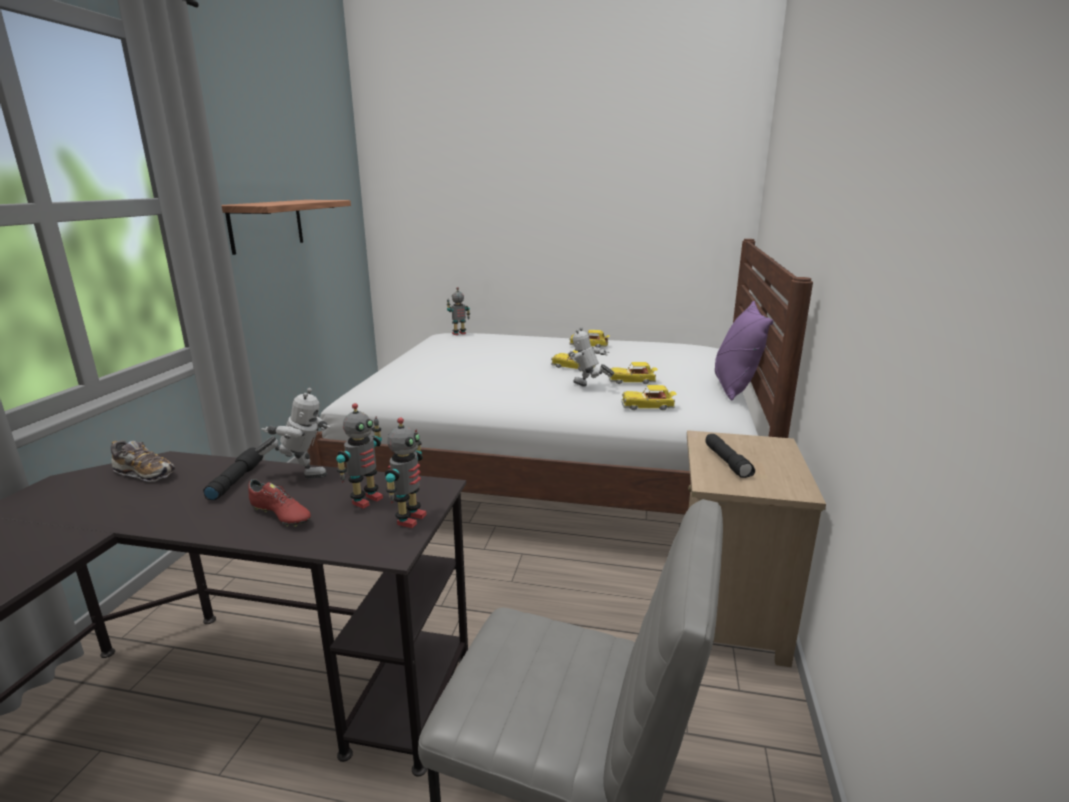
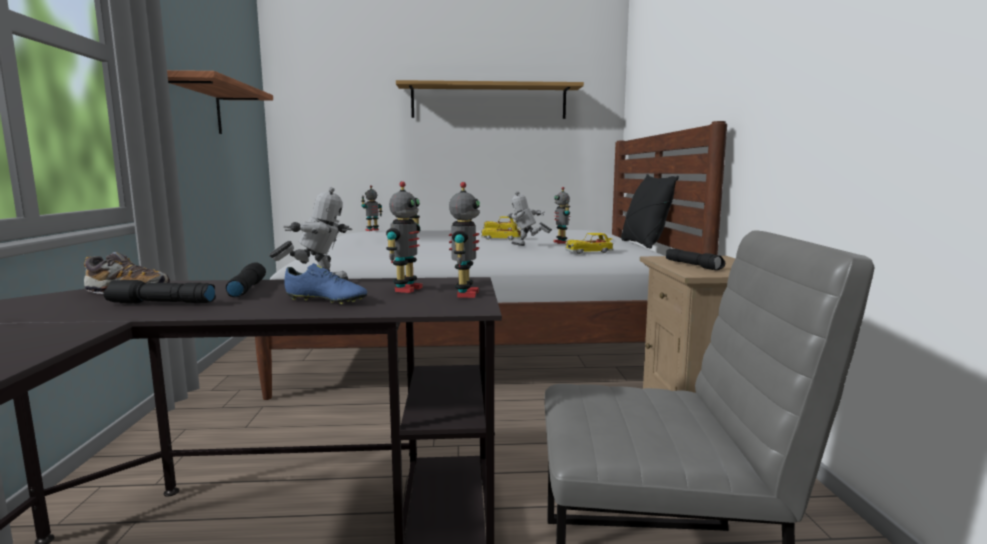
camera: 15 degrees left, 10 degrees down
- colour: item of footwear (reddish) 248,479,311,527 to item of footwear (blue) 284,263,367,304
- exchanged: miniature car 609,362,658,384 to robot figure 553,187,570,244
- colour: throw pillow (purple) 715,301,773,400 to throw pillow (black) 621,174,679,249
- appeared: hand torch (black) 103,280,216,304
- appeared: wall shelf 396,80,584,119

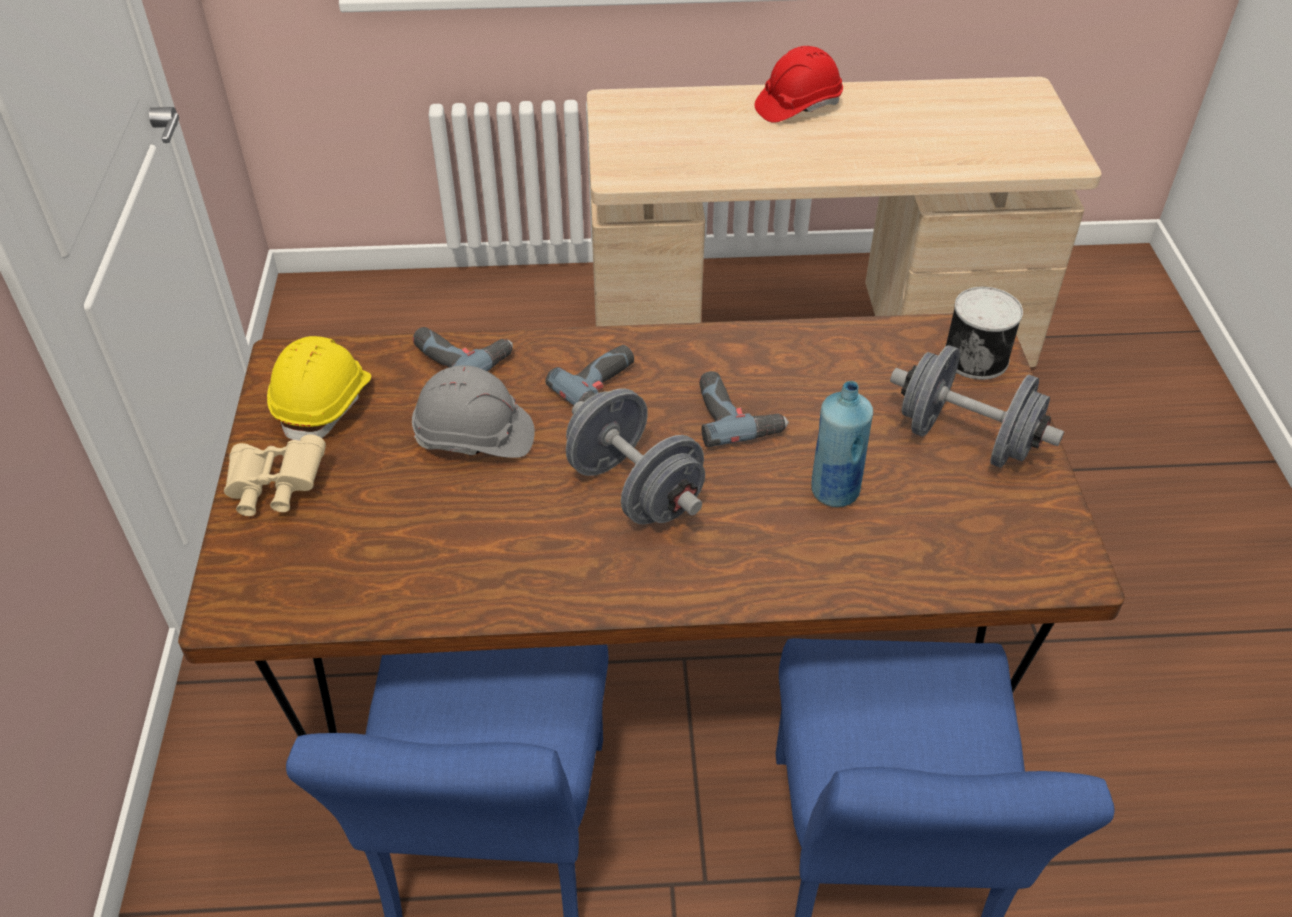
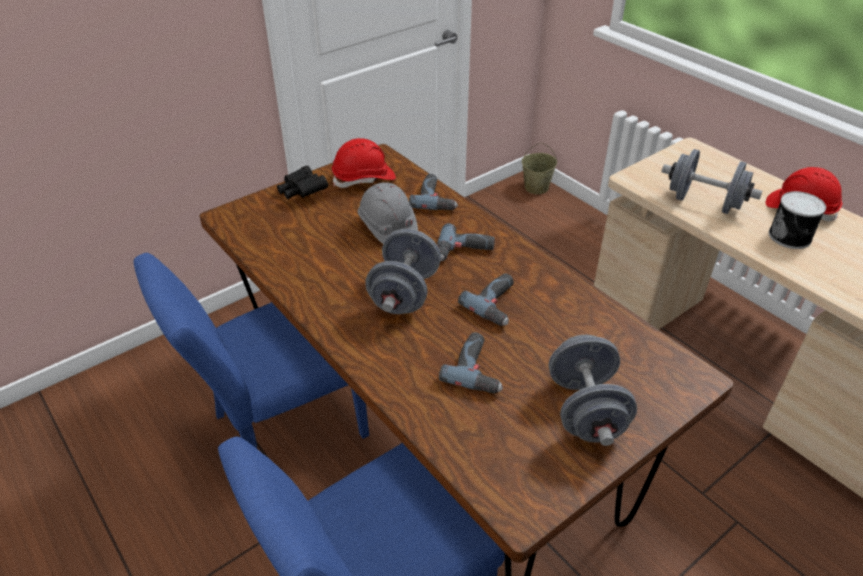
camera: 55 degrees right, 5 degrees down
- colour: binoculars (beige-coloured) 224,434,326,516 to binoculars (black) 277,166,328,200
- colour: safety helmet (yellow-coloured) 267,336,371,441 to safety helmet (reddish) 332,138,396,188
- exchanged: bottle (blue) 811,381,873,507 to electric drill 439,333,503,394
- relocated: sealed can 945,287,1023,380 to 769,191,826,249
- appeared: water bucket (beige-coloured) 522,143,557,194
- appeared: dumbbell (greyish) 662,149,762,214

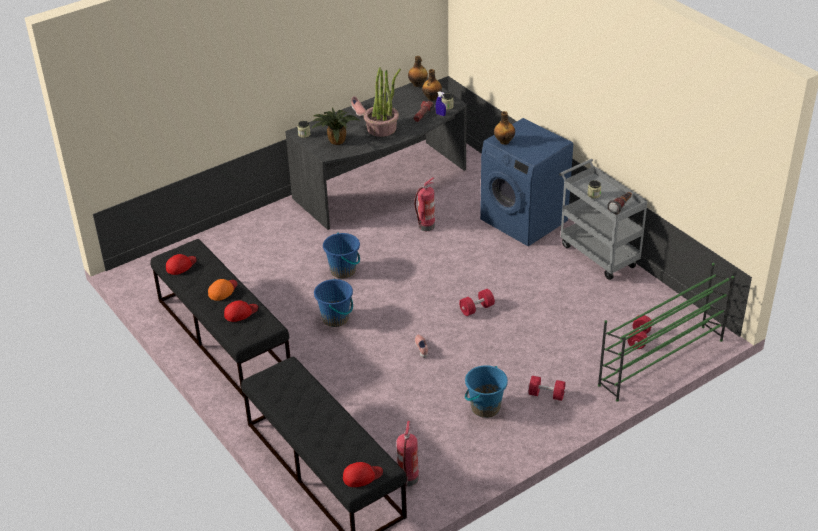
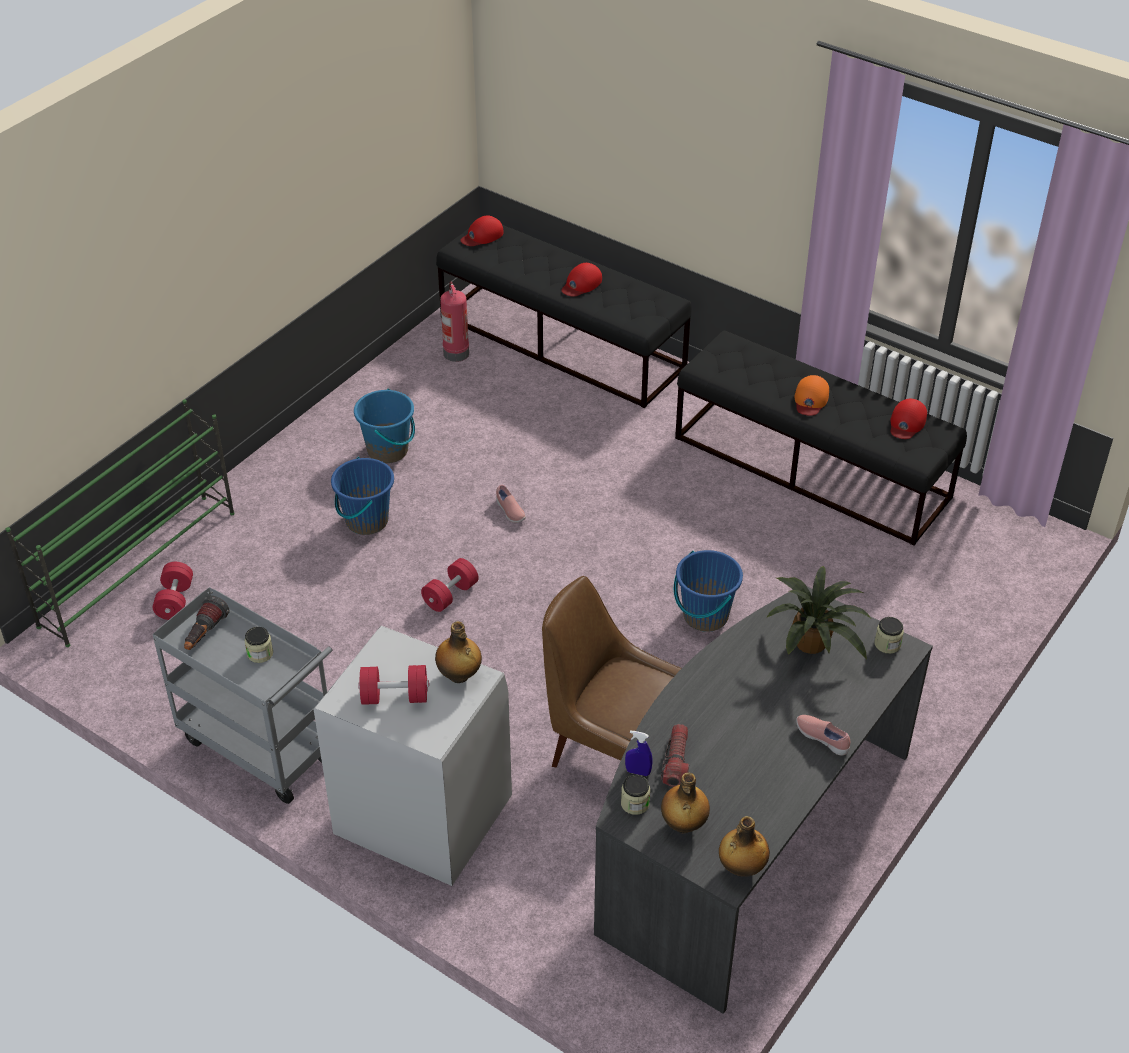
camera: 160 degrees right, 5 degrees up
- relocated: baseball cap (reddish) 224,300,258,322 to 561,263,602,297
- relocated: water bucket (blue) 314,278,353,327 to 331,457,394,535
- missing: houseplant 364,67,401,137
- exchanged: fire extinguisher 414,177,435,231 to upright chair (brown-coloured) 542,576,682,767
- colour: washing machine (blue) 480,118,573,246 to washing machine (white-coloured) 314,626,512,886
- relocated: dumbbell (reddish) 529,376,565,401 to 358,665,429,705

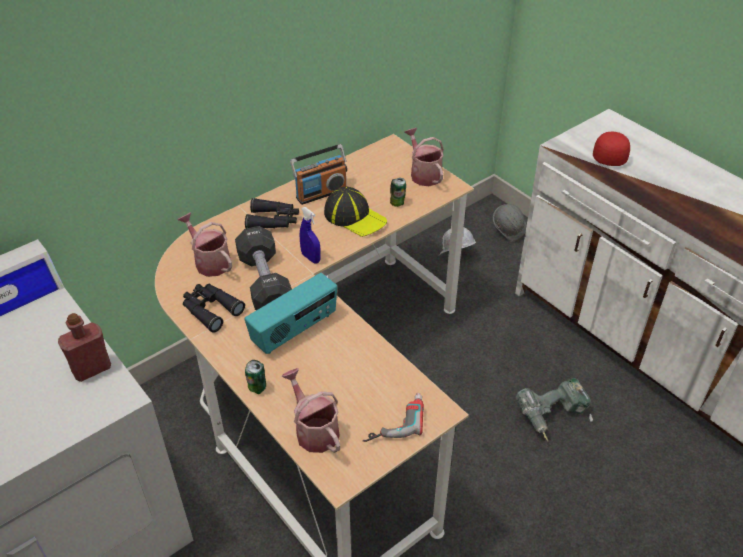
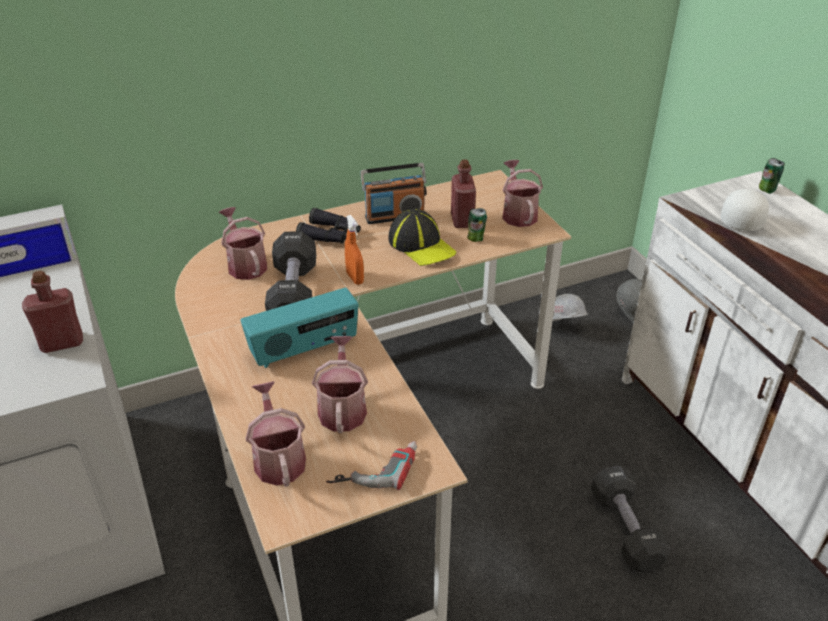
camera: 15 degrees right, 5 degrees down
- missing: binoculars (black) 183,284,245,333
- relocated: sealed can 245,360,266,394 to 759,158,785,194
- colour: sprayer (blue) 300,207,321,263 to sprayer (orange) 345,215,364,285
- exchanged: electric drill 515,378,593,441 to dumbbell (black) 591,466,670,572
- colour: baseball cap (reddish) 593,132,630,166 to baseball cap (white-coloured) 721,189,769,231
- appeared: sprinkling can 312,336,368,433
- appeared: bottle (reddish) 451,159,476,228

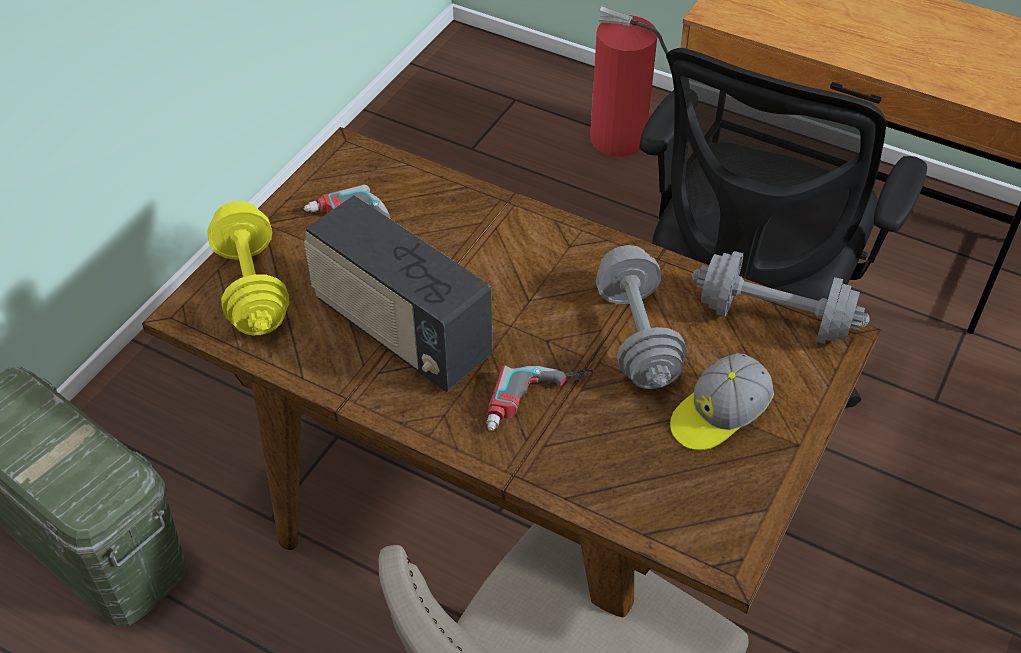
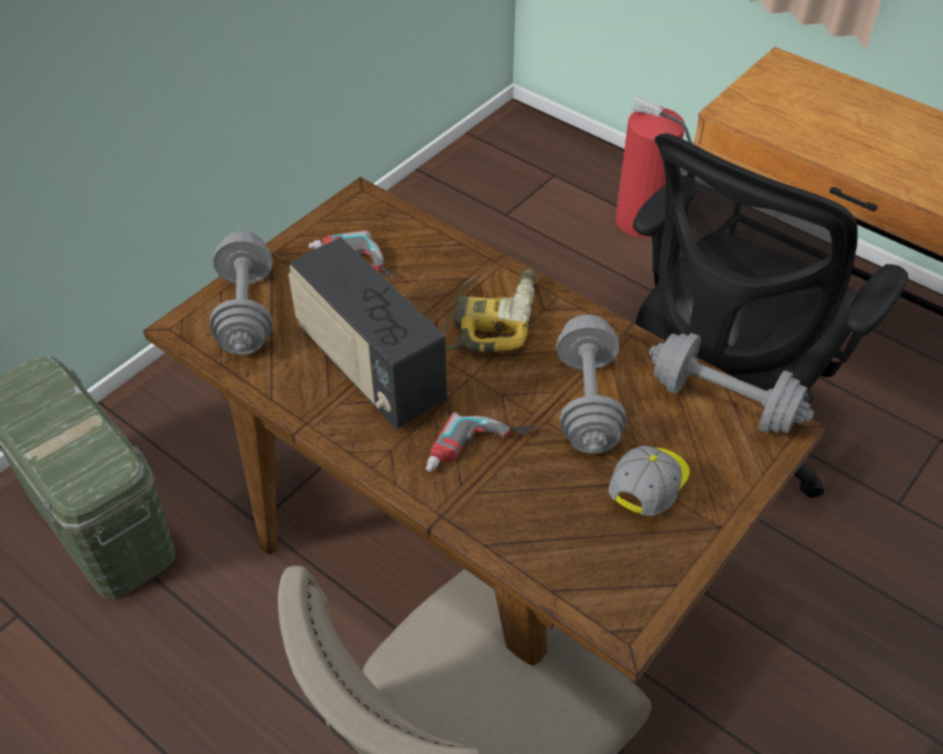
camera: 10 degrees right, 0 degrees up
- colour: dumbbell (yellow-coloured) 207,201,289,335 to dumbbell (greyish) 210,231,273,355
- spun: baseball cap 670,353,774,450 = 608,446,690,516 150 degrees clockwise
- appeared: electric drill 442,269,536,352

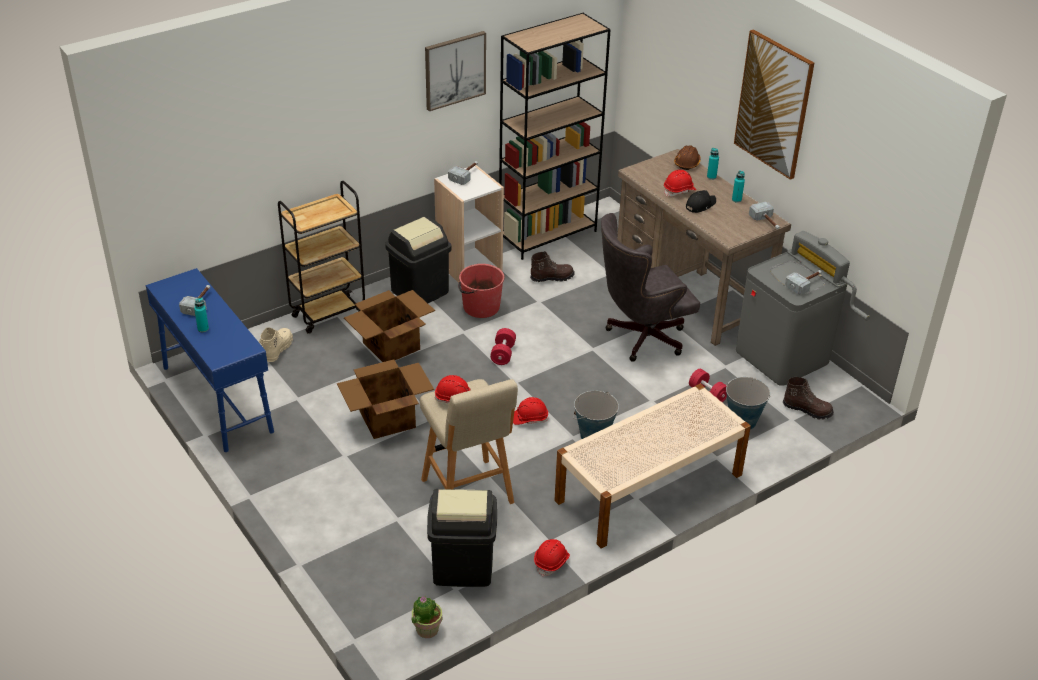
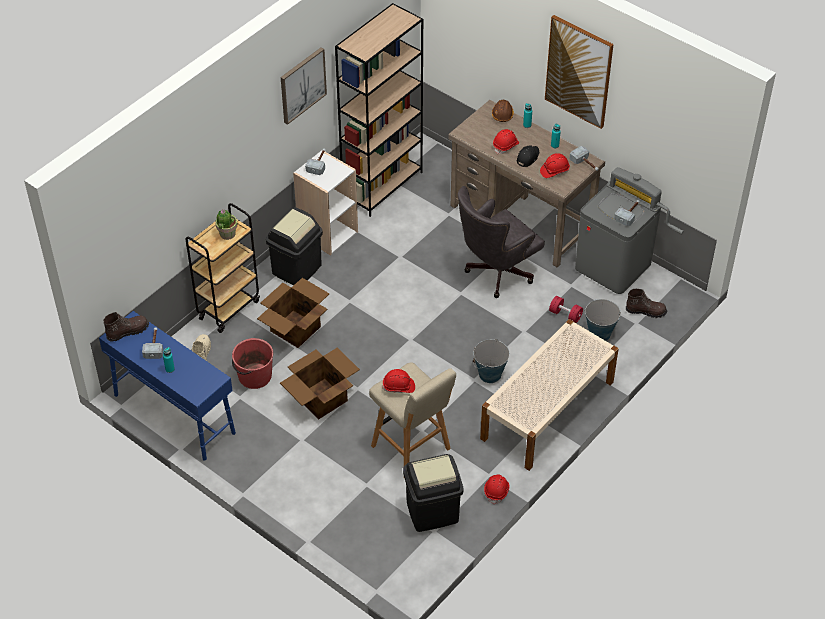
camera: 15 degrees left, 10 degrees up
- relocated: houseplant 412,596,442,638 to 215,209,237,240
- relocated: water bucket (reddish) 458,264,504,318 to 232,338,273,389
- missing: dumbbell (reddish) 490,328,516,365
- relocated: safety helmet (reddish) 513,397,548,425 to 540,153,570,178
- relocated: boot (brown-coloured) 530,251,575,282 to 103,312,149,342

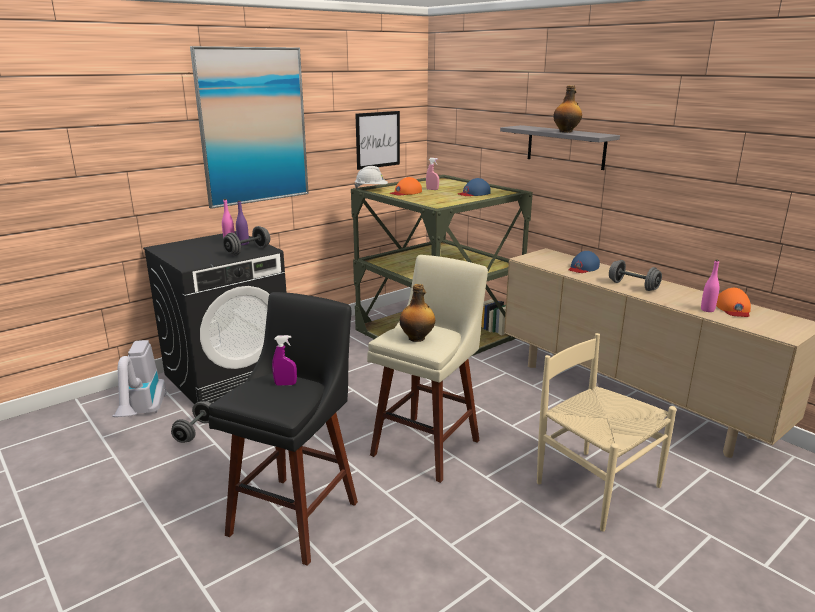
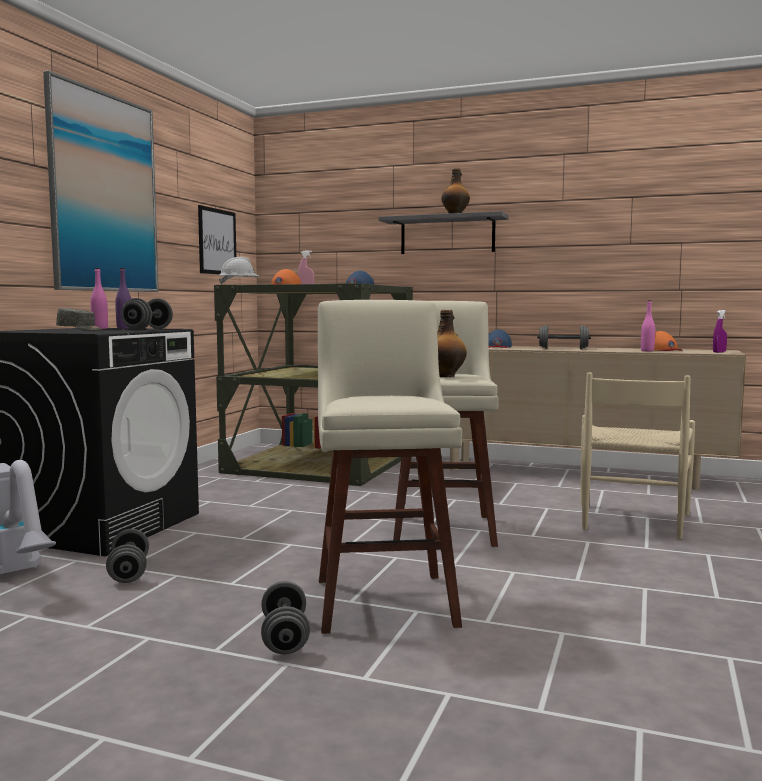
camera: 30 degrees left, 15 degrees down
- colour: sitting stool (black) 209,292,358,566 to sitting stool (beige-coloured) 318,300,462,635
- relocated: sprayer (purple) 272,335,297,385 to 713,310,727,353
- spun: upright chair (beige-coloured) 537,333,677,532 = 581,373,695,539 90 degrees counterclockwise
- appeared: baseball cap (greyish) 56,308,103,330
- appeared: dumbbell (greyish) 261,581,310,654

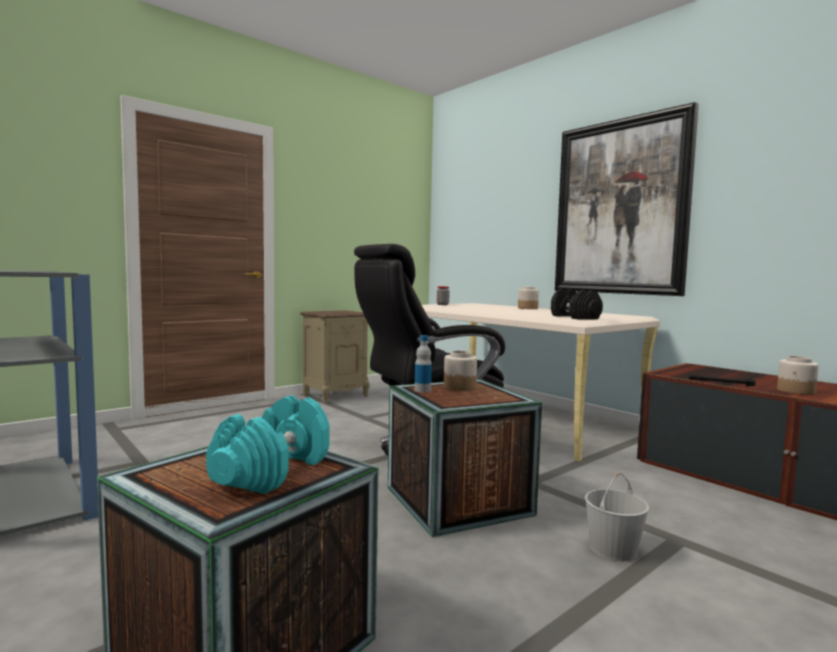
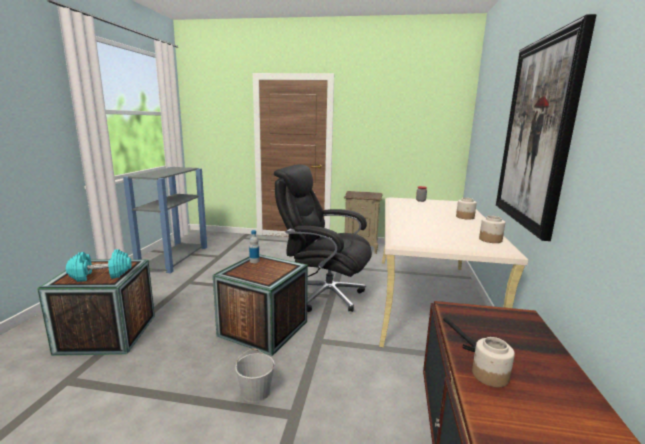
camera: 50 degrees right, 10 degrees up
- relocated: jar 444,351,477,391 to 479,216,505,243
- missing: dumbbell (black) 551,289,603,319

